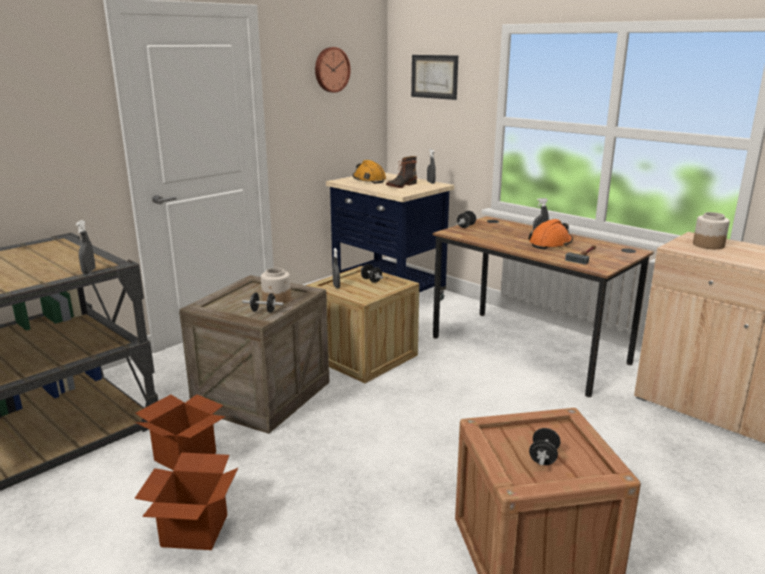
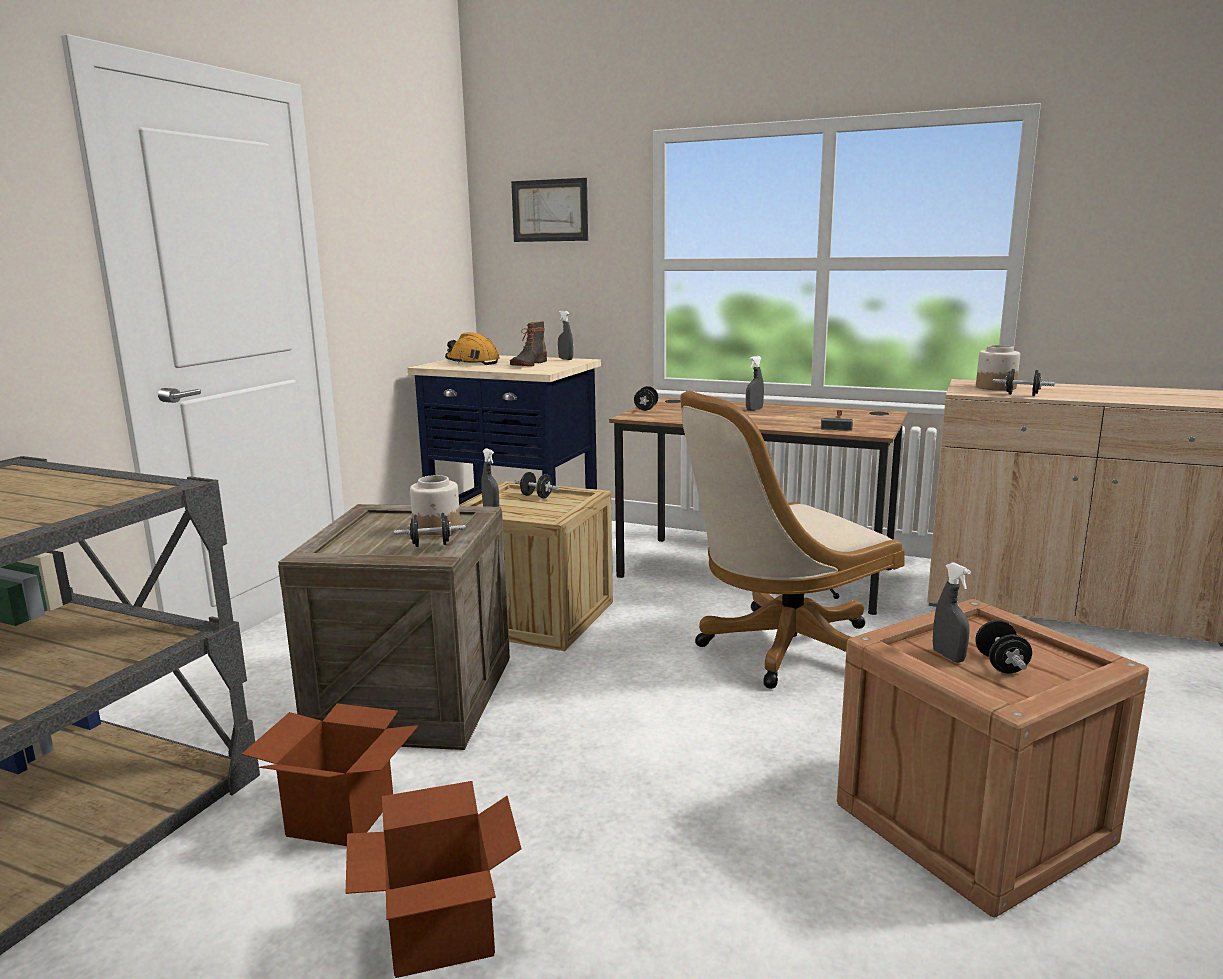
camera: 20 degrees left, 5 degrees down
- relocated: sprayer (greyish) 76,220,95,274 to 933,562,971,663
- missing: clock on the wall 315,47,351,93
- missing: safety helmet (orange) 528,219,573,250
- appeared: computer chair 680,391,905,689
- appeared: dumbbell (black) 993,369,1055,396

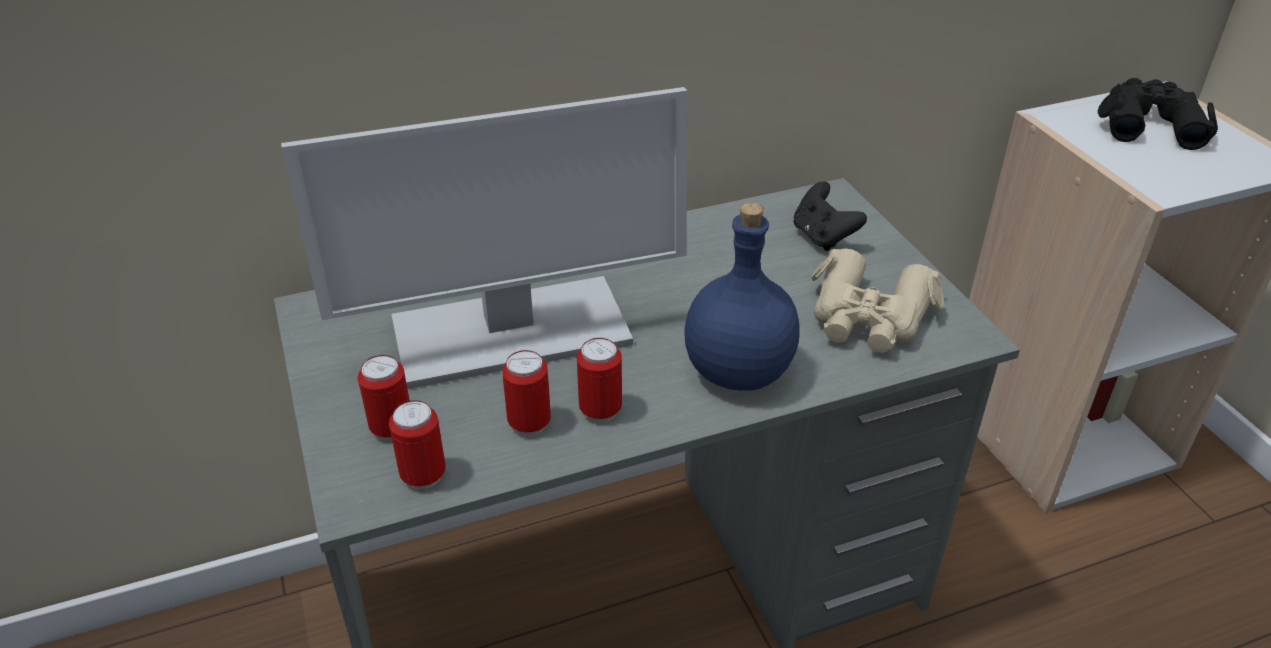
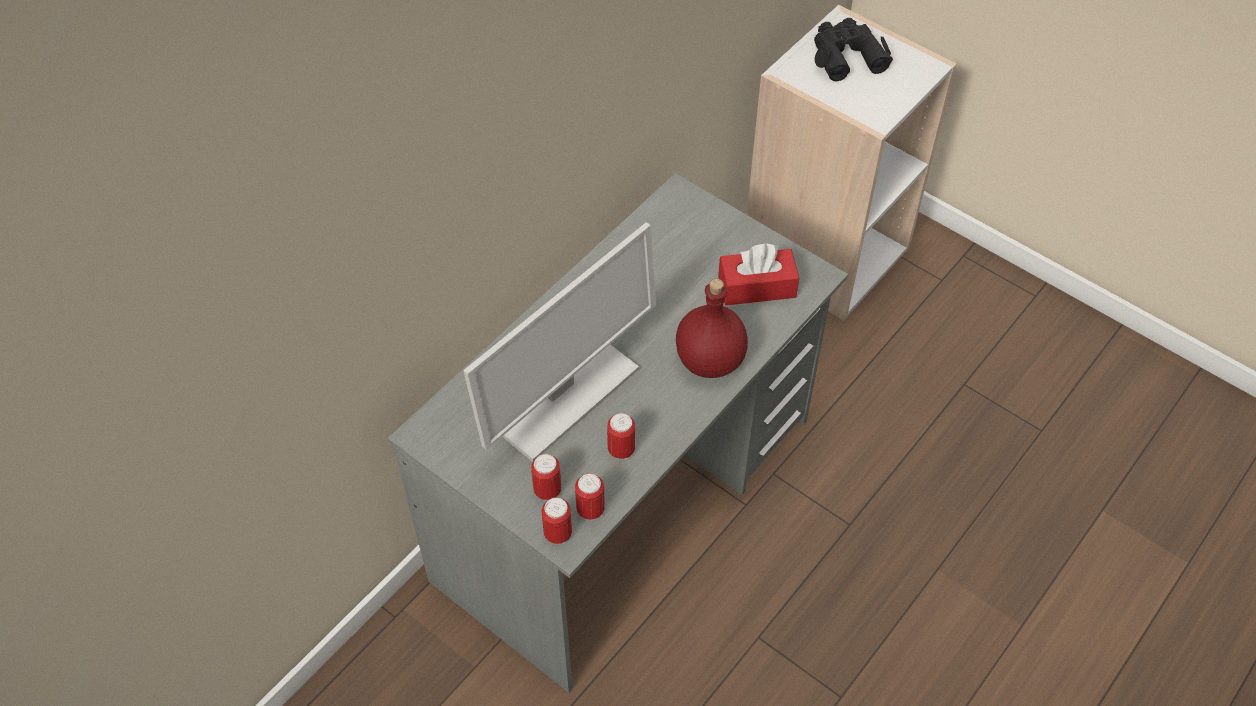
camera: 30 degrees left, 15 degrees up
- relocated: sealed can 577,338,622,422 to 542,497,572,544
- colour: bottle (blue) 684,202,800,391 to bottle (reddish) 676,279,748,378
- missing: gamepad (black) 793,181,867,251
- exchanged: binoculars (beige-coloured) 811,249,944,353 to box of tissues (reddish) 718,243,799,305

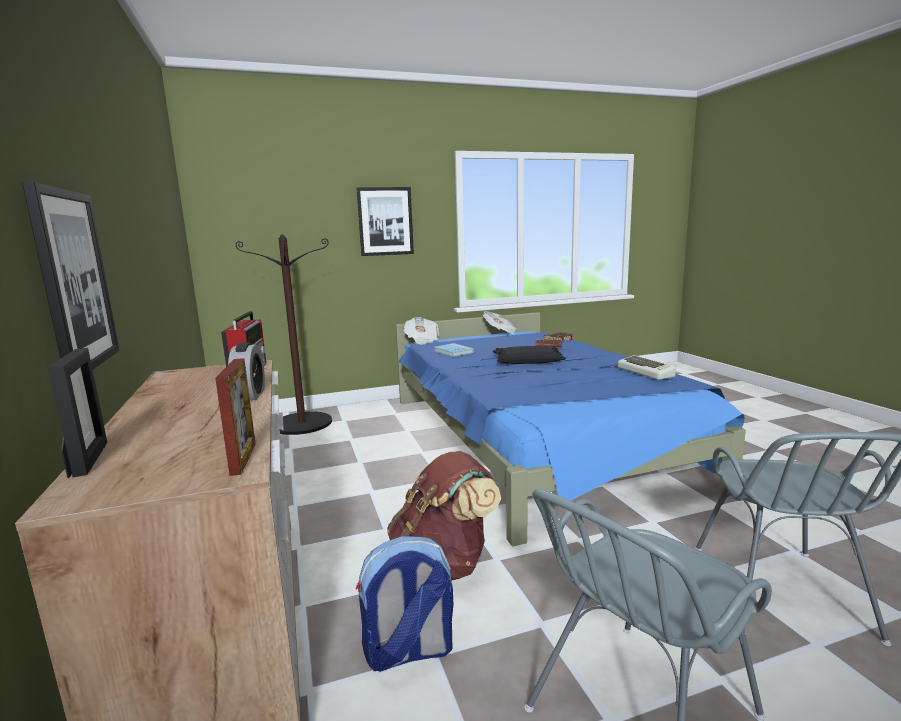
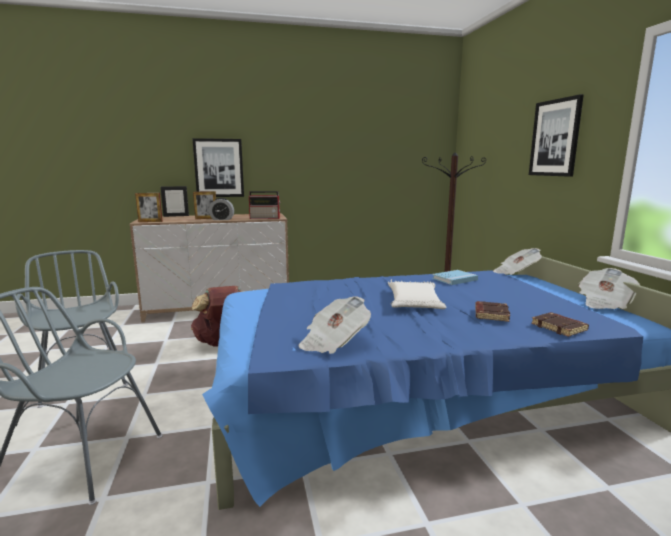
camera: 95 degrees right, 0 degrees up
- missing: knapsack 356,536,453,672
- colour: throw pillow (black) 493,346,566,364 to throw pillow (white-coloured) 388,280,447,309
- exchanged: keyboard 618,355,676,380 to printed paper 298,296,371,354
- appeared: standing frame 193,191,216,219

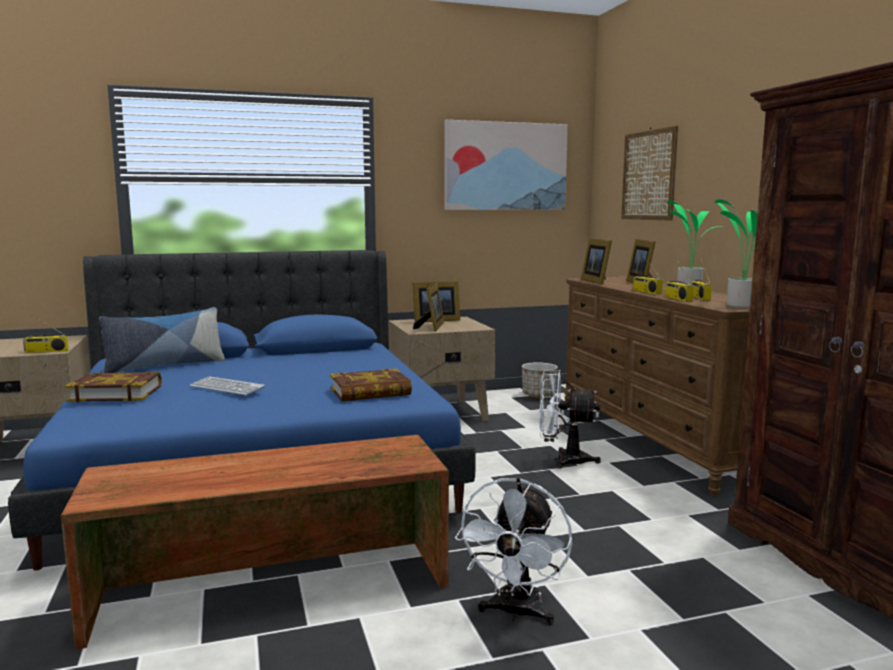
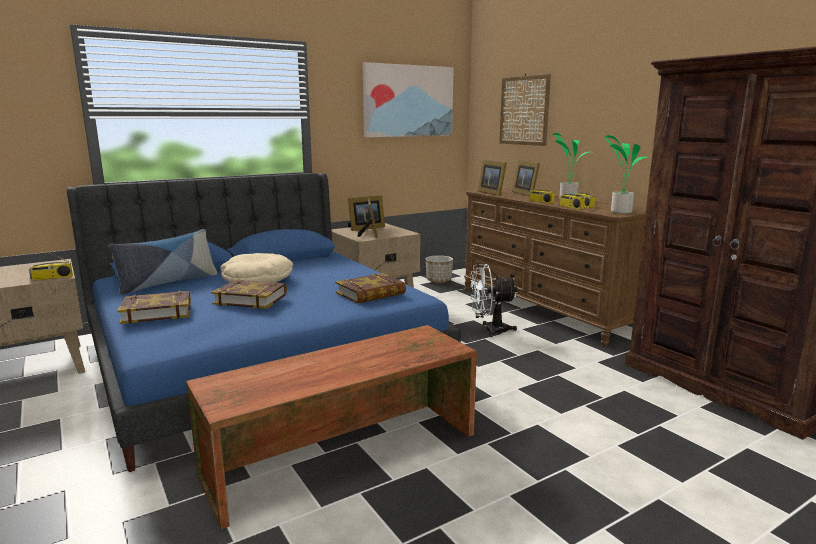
camera: 15 degrees left, 5 degrees up
- exchanged: keyboard 190,376,265,395 to bound book 211,280,287,309
- missing: fan (white-coloured) 455,478,572,625
- appeared: throw pillow (beige-coloured) 220,253,293,283

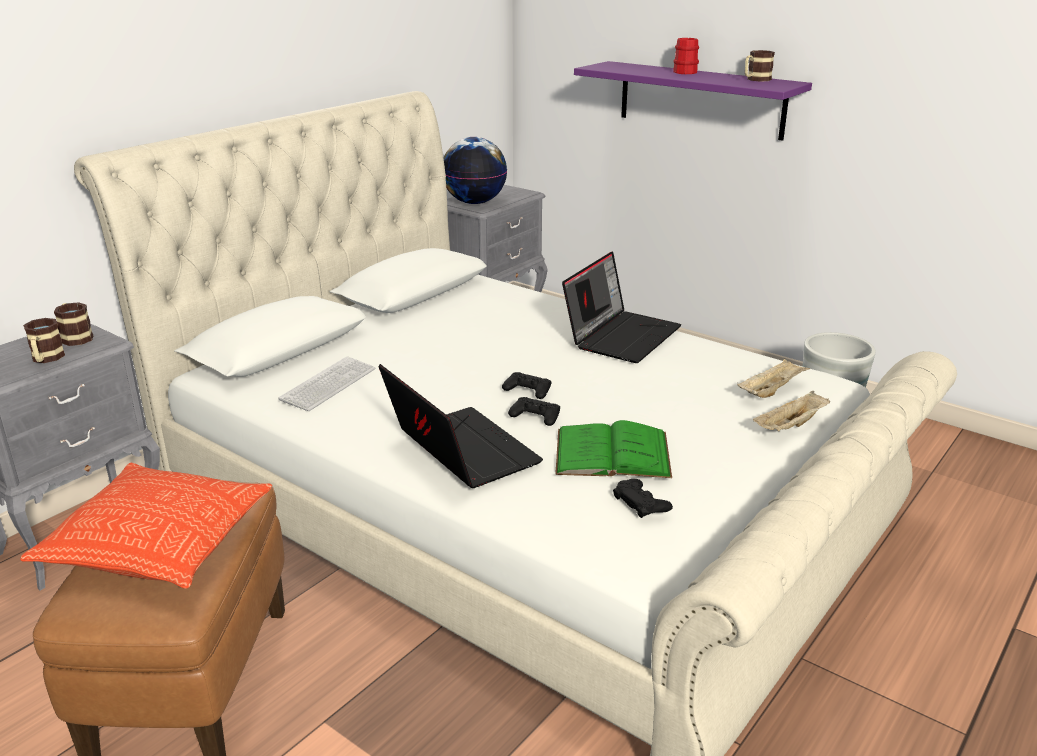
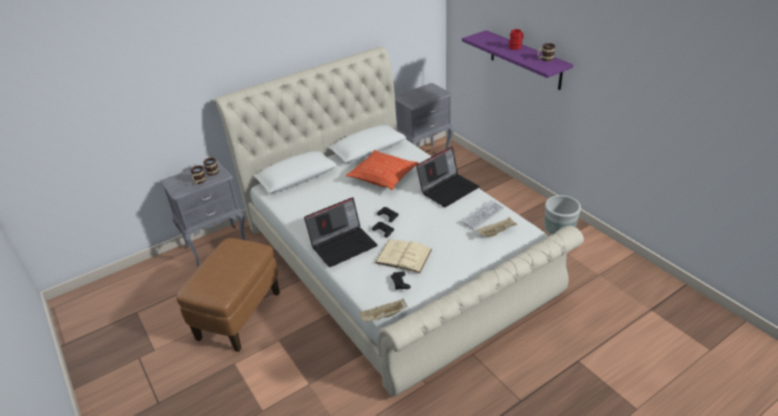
camera: 20 degrees right, 10 degrees up
- relocated: throw pillow (orange) 20,463,272,589 to 346,150,419,190
- relocated: keyboard 279,356,375,411 to 461,200,504,230
- spun: laptop 378,364,543,488 = 304,197,377,267 75 degrees clockwise
- missing: globe 444,137,507,204
- colour: bound book (greenish) 555,420,672,478 to bound book (beige-coloured) 375,239,432,273
- relocated: serving tray (beige-coloured) 753,391,830,431 to 359,298,407,322

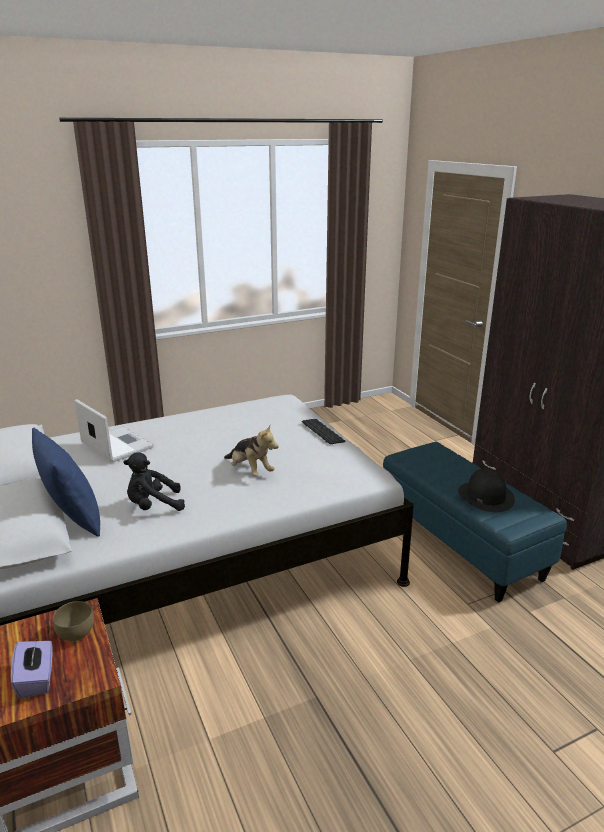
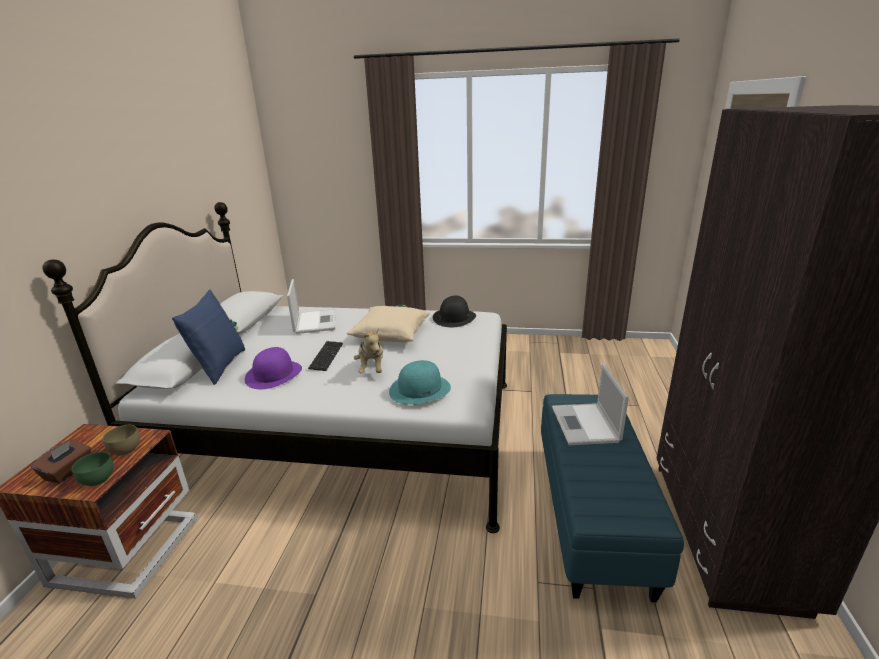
camera: 35 degrees right, 0 degrees up
- colour: box of tissues (purple) 11,641,53,699 to box of tissues (brown-coloured) 31,439,91,484
- exchanged: cuddly toy (black) 123,452,185,511 to clothing hat (purple) 245,347,302,389
- relocated: keyboard 302,419,346,444 to 308,341,343,371
- relocated: clothing hat (black) 458,469,515,512 to 433,296,476,327
- appeared: bowl (greenish) 72,452,114,486
- appeared: throw pillow (beige-coloured) 347,304,430,342
- appeared: clothing hat (turquoise) 389,360,451,404
- appeared: laptop 552,363,629,445

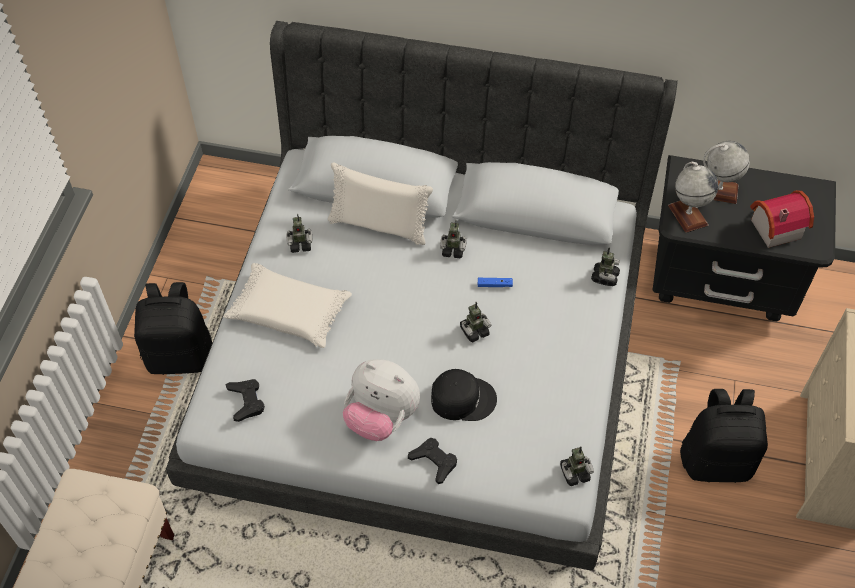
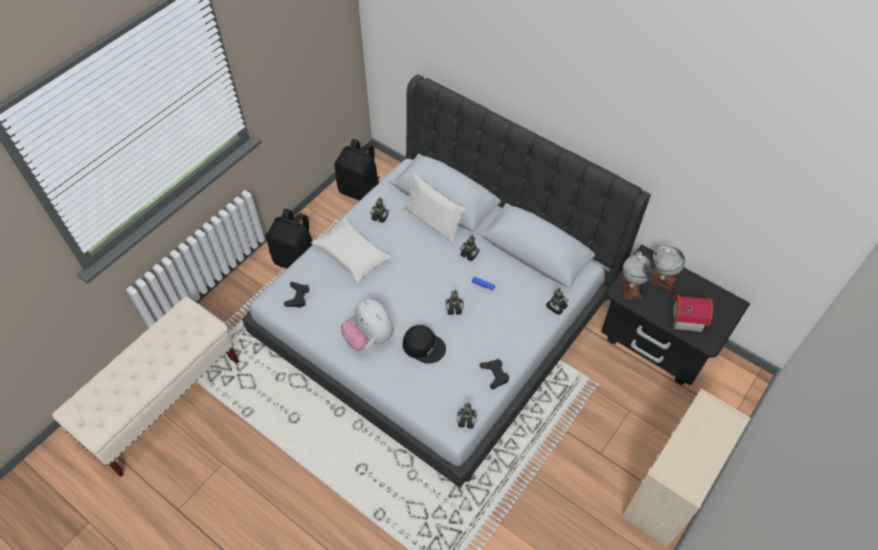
camera: 25 degrees right, 0 degrees up
- relocated: gamepad (black) 408,438,457,484 to 480,359,509,389
- relocated: knapsack (black) 680,389,768,483 to 334,139,380,201

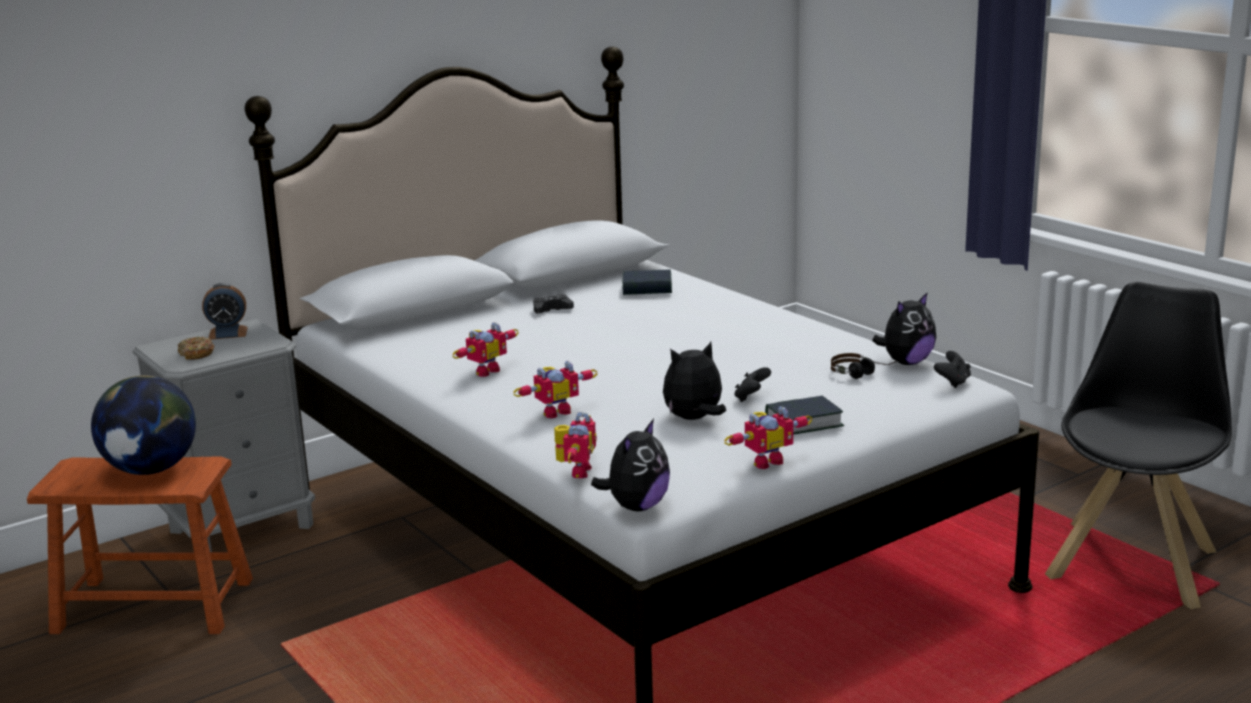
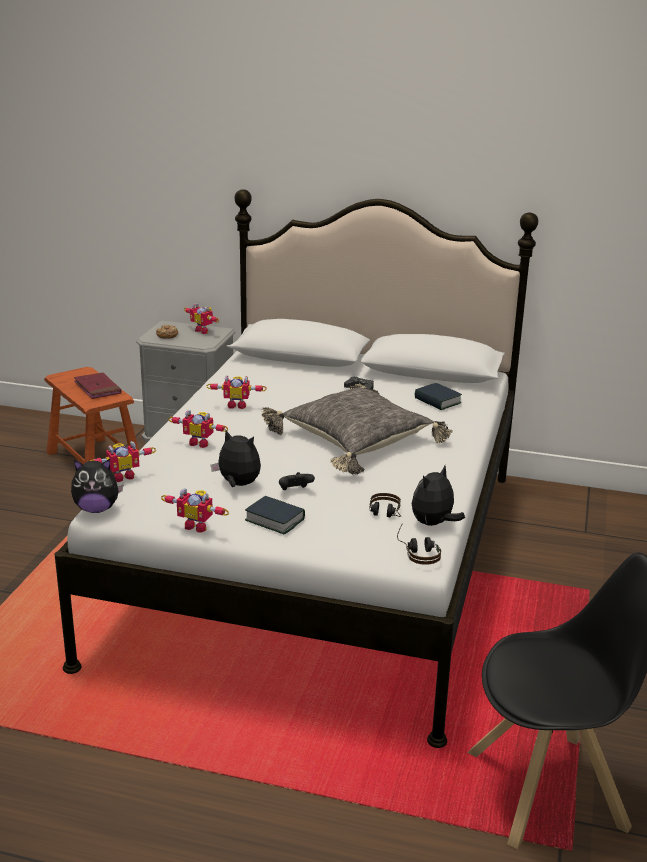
camera: 50 degrees right, 5 degrees up
- exchanged: globe 91,375,196,475 to bound book (reddish) 74,373,122,399
- exchanged: table clock 202,283,248,340 to robot figure 184,303,219,334
- spun: cuddly toy 872,292,936,365 = 412,465,465,526 120 degrees clockwise
- exchanged: gamepad (black) 934,351,971,388 to headphones 397,523,441,565
- appeared: throw pillow 261,383,453,475

